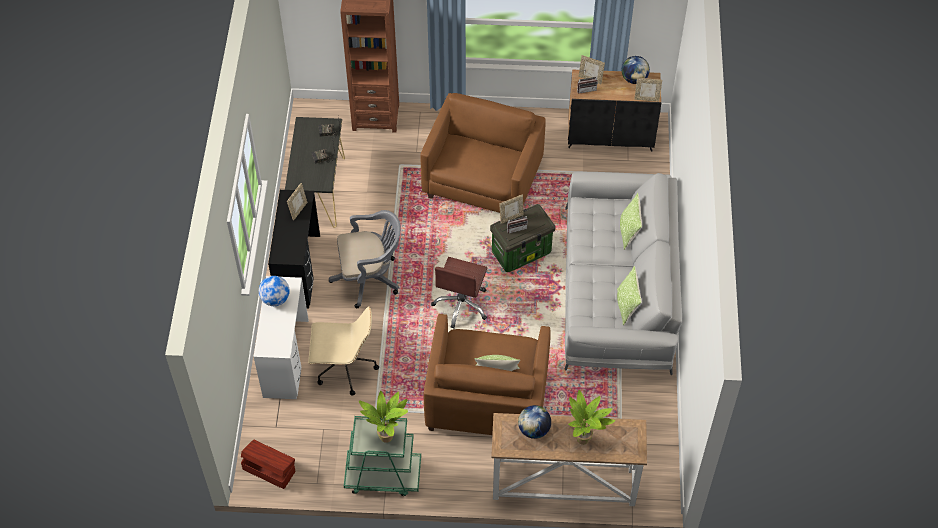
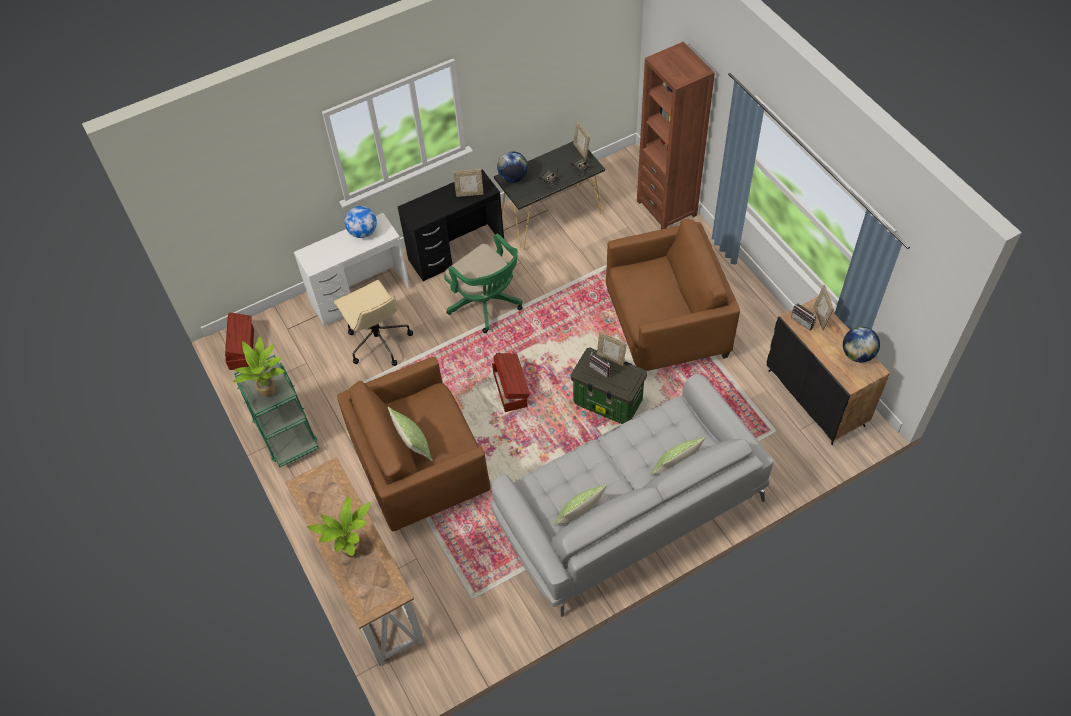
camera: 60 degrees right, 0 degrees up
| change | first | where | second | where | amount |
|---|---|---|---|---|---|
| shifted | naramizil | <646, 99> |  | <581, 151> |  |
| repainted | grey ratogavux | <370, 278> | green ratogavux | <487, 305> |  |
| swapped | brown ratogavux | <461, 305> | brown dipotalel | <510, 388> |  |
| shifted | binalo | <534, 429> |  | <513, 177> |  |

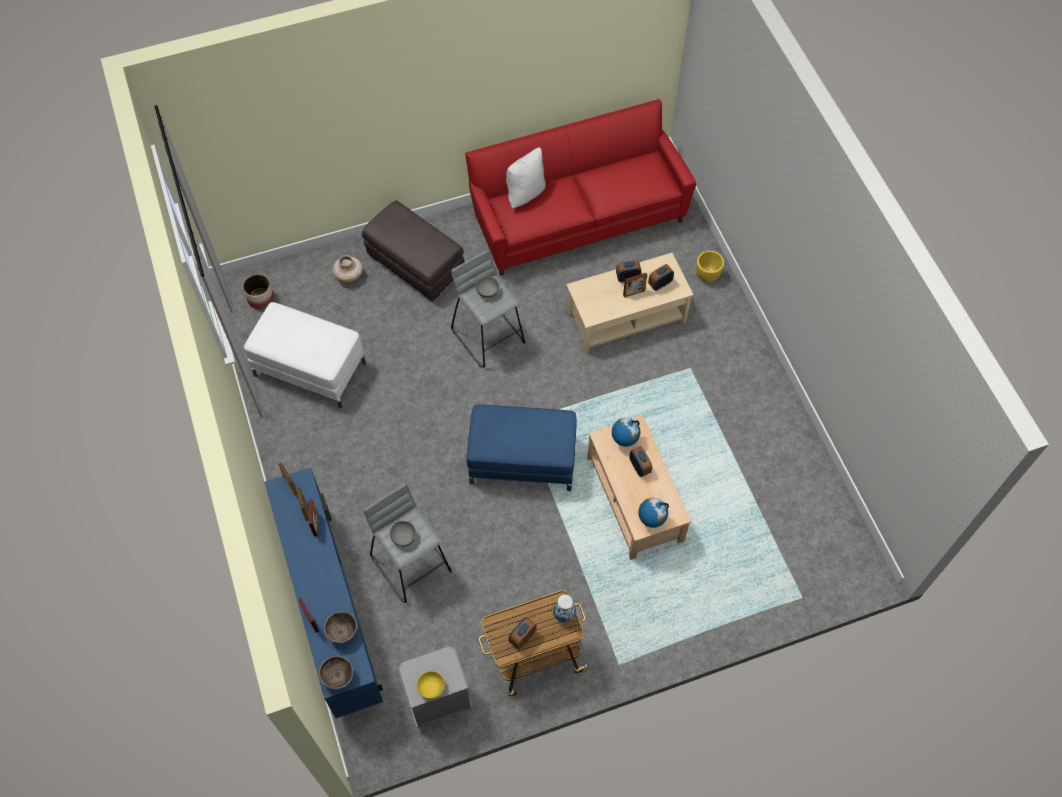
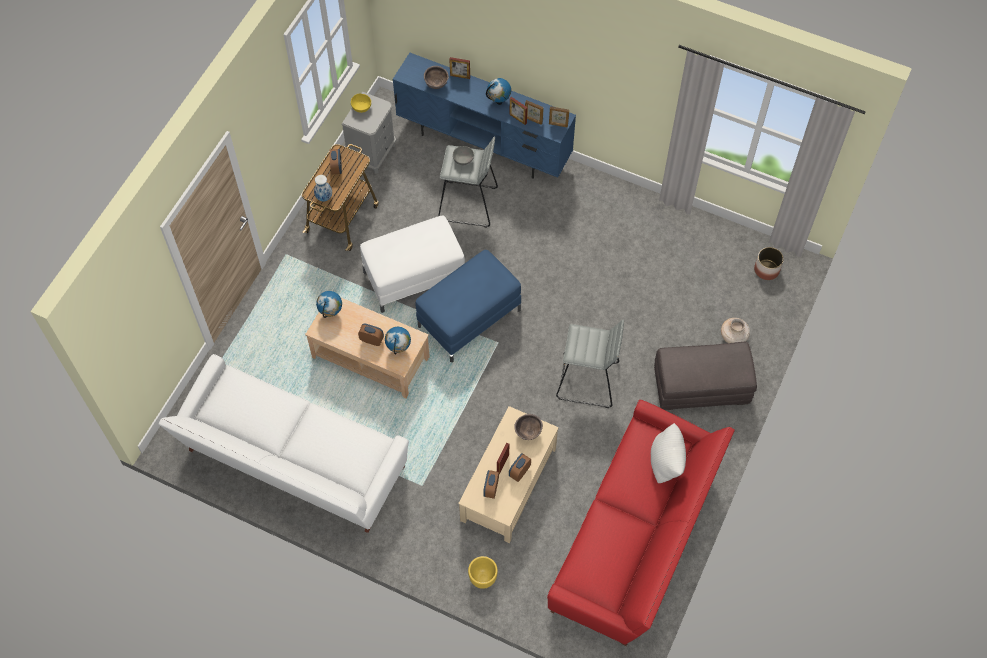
camera: 135 degrees right, 0 degrees up
| change | first | where | second | where | amount |
|---|---|---|---|---|---|
| gone | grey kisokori | <487, 291> |  |  |  |
| shifted | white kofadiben | <311, 369> |  | <413, 277> |  |
| shifted | brown kisokori | <338, 677> |  | <528, 432> |  |
| new |  |  | binalo | <499, 101> |  |
| new |  |  | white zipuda | <293, 463> |  |

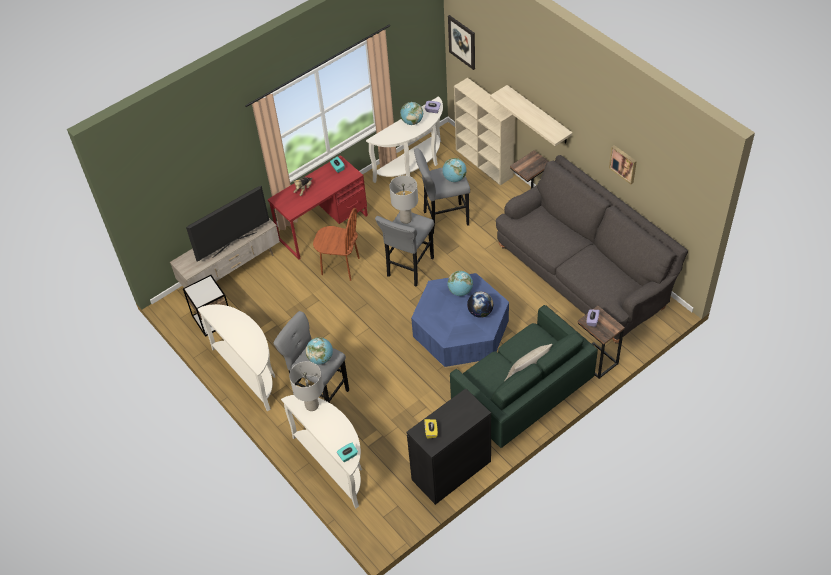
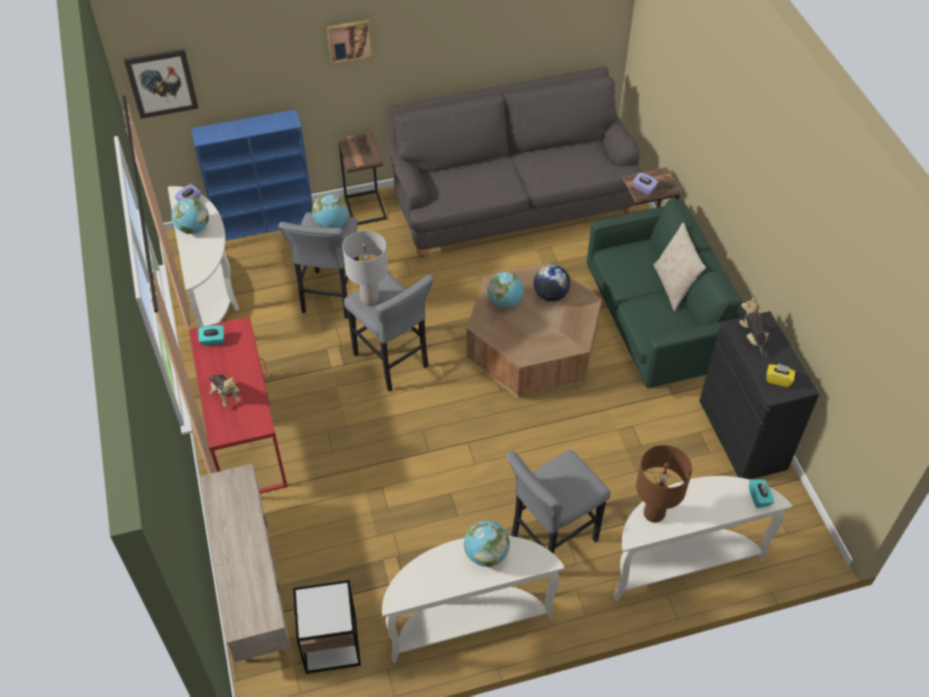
camera: 70 degrees left, 0 degrees up
| change | first | where | second | where | amount |
|---|---|---|---|---|---|
| repainted | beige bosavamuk | <484, 163> | blue bosavamuk | <266, 223> |  |
| gone | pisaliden | <538, 115> |  |  |  |
| shifted | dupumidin | <623, 163> |  | <349, 40> |  |
| gone | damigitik | <234, 244> |  |  |  |
| gone | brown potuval | <340, 266> |  |  |  |
| repainted | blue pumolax | <461, 333> | brown pumolax | <532, 348> |  |
| shifted | binalo | <321, 358> |  | <486, 554> |  |
| repainted | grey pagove | <312, 406> | brown pagove | <654, 513> |  |
| new |  |  | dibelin | <752, 338> |  |

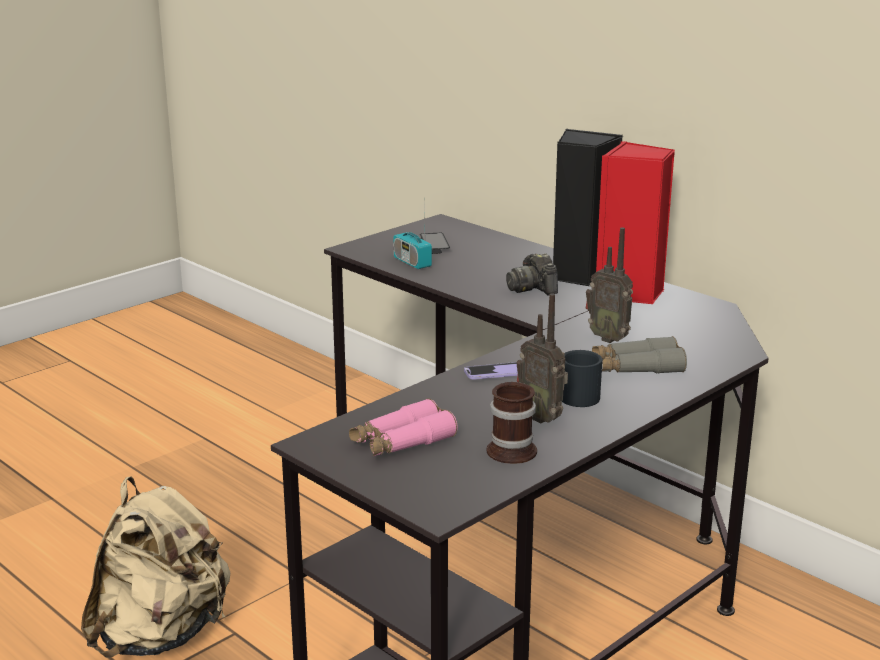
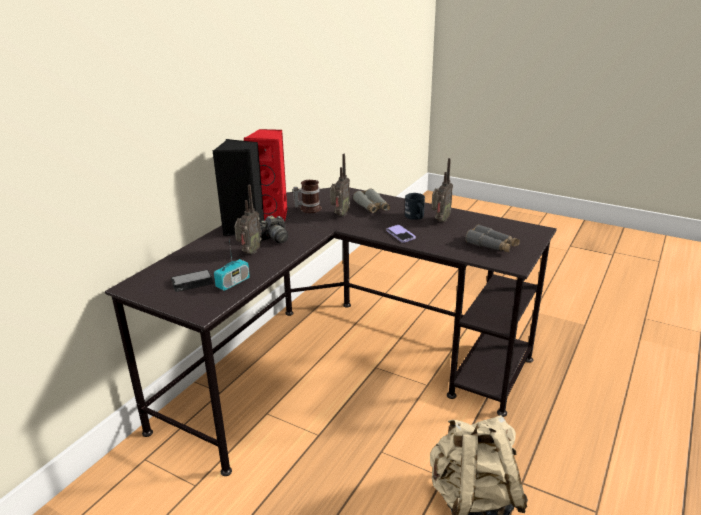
camera: 105 degrees left, 5 degrees up
| change | first | where | second | where | amount |
|---|---|---|---|---|---|
| shifted | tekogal | <514, 449> |  | <308, 208> |  |
| repainted | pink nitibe | <402, 442> | grey nitibe | <492, 245> |  |
| new |  |  | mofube | <249, 252> |  |

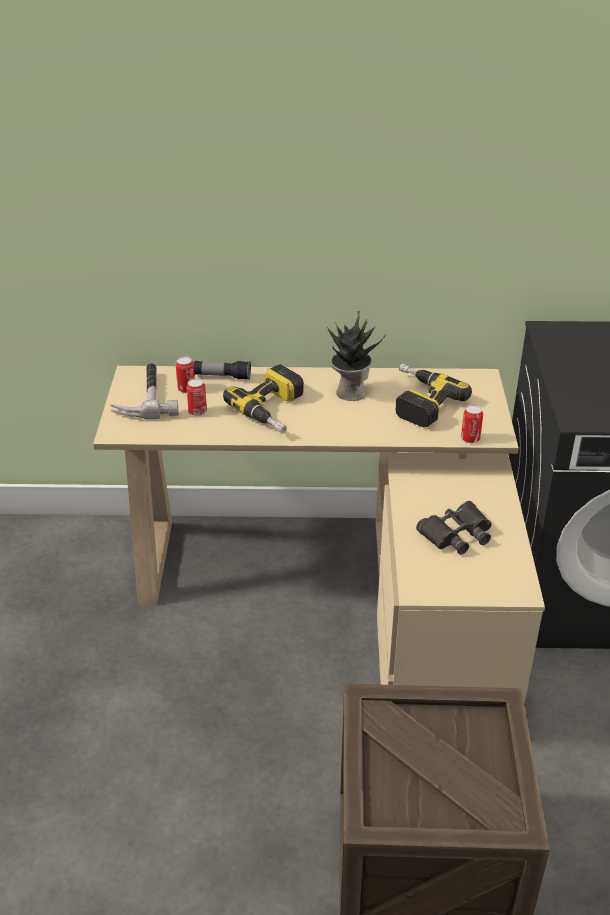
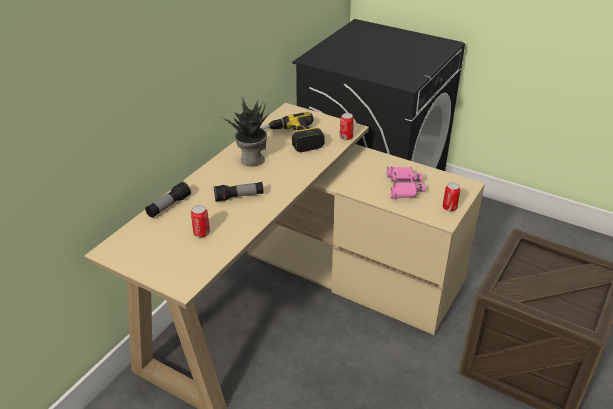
camera: 60 degrees left, 0 degrees up
| change | first | where | second | where | amount |
|---|---|---|---|---|---|
| shifted | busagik | <186, 389> |  | <449, 207> |  |
| gone | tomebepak | <145, 397> |  |  |  |
| swapped | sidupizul | <275, 410> | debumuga | <239, 197> |  |
| repainted | black nitibe | <456, 534> | pink nitibe | <403, 186> |  |

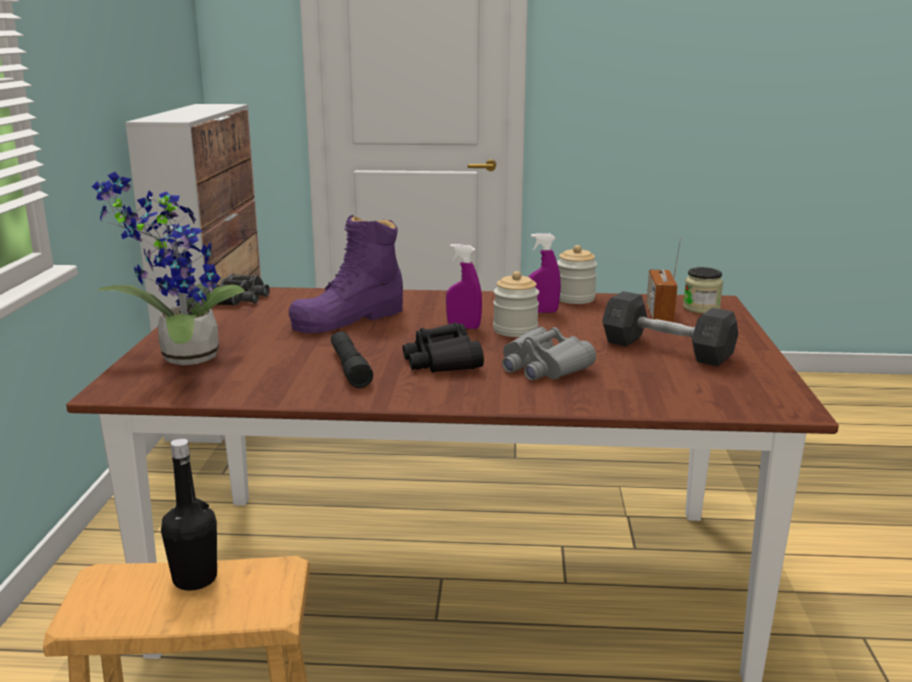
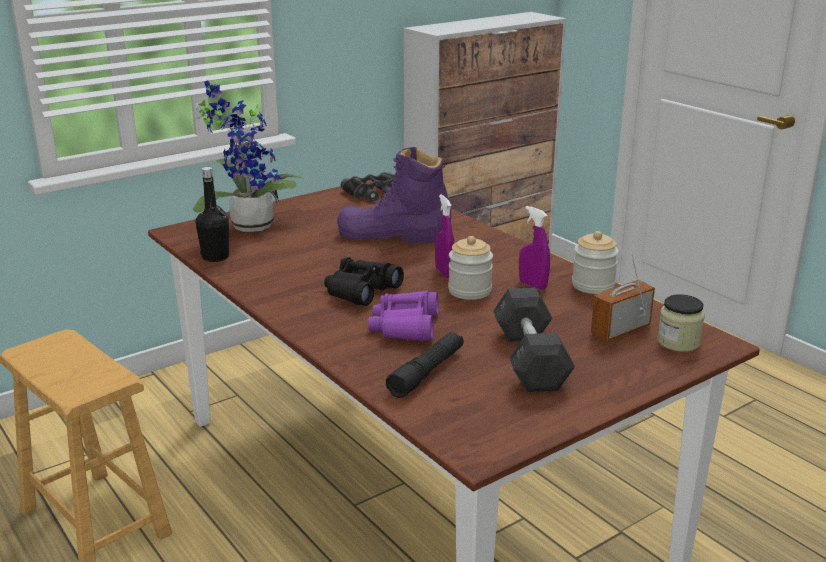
camera: 50 degrees right, 5 degrees up
| change | first | where | second | where | amount |
|---|---|---|---|---|---|
| repainted | grey nitibe | <543, 367> | purple nitibe | <405, 326> |  |
| shifted | black debumuga | <350, 368> |  | <427, 372> |  |
| shifted | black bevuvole | <195, 579> |  | <215, 257> |  |

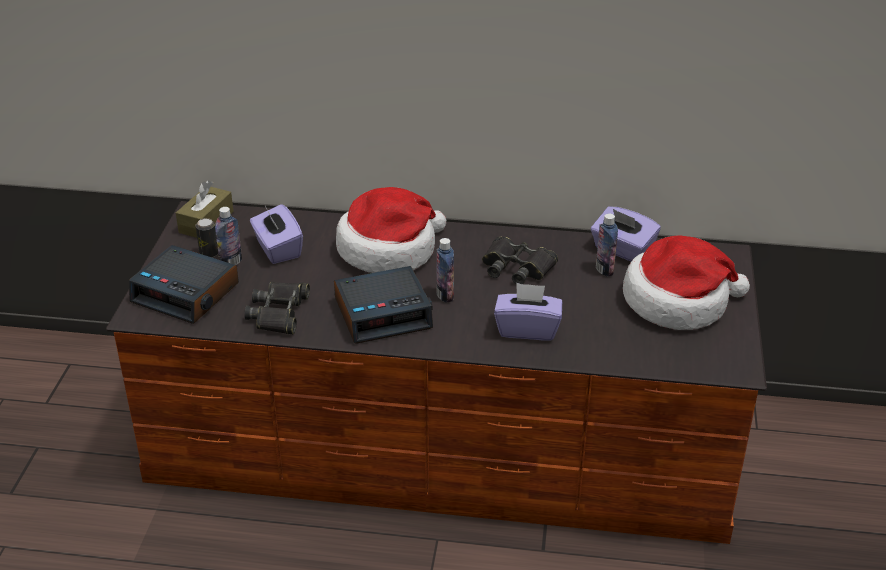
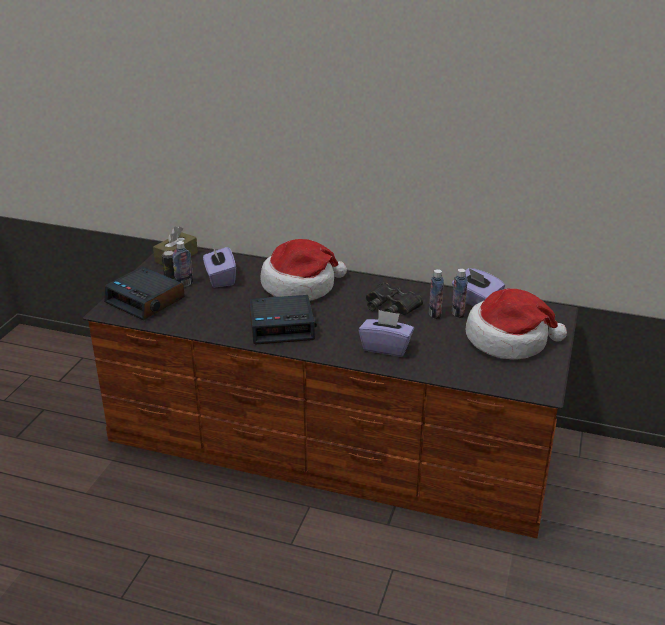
camera: 10 degrees right, 5 degrees down
| change | first | where | second | where | amount |
|---|---|---|---|---|---|
| shifted | bevuvole | <445, 295> |  | <434, 314> |  |
| gone | black nitibe | <279, 313> |  |  |  |

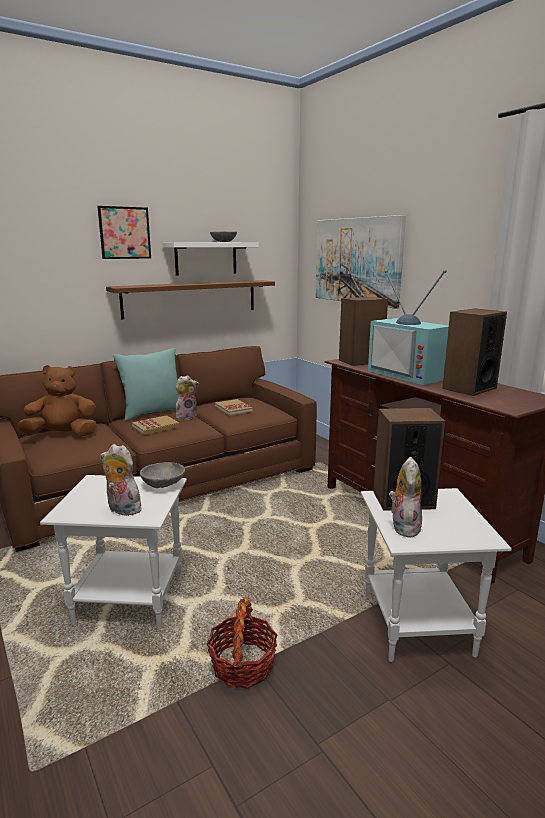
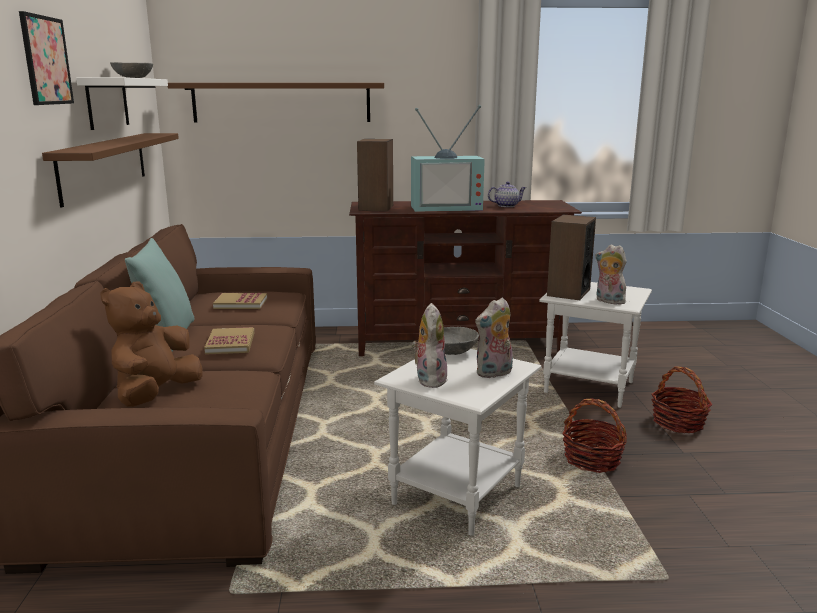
camera: 60 degrees left, 0 degrees up
| change | first | where | second | where | amount |
|---|---|---|---|---|---|
| swapped | dupumidin | <357, 261> | brown pisaliden | <281, 102> |  |
| swapped | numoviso | <469, 388> | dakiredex | <506, 206> |  |
| shifted | dibelin | <187, 416> |  | <429, 379> |  |
| new |  |  | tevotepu | <678, 422> |  |

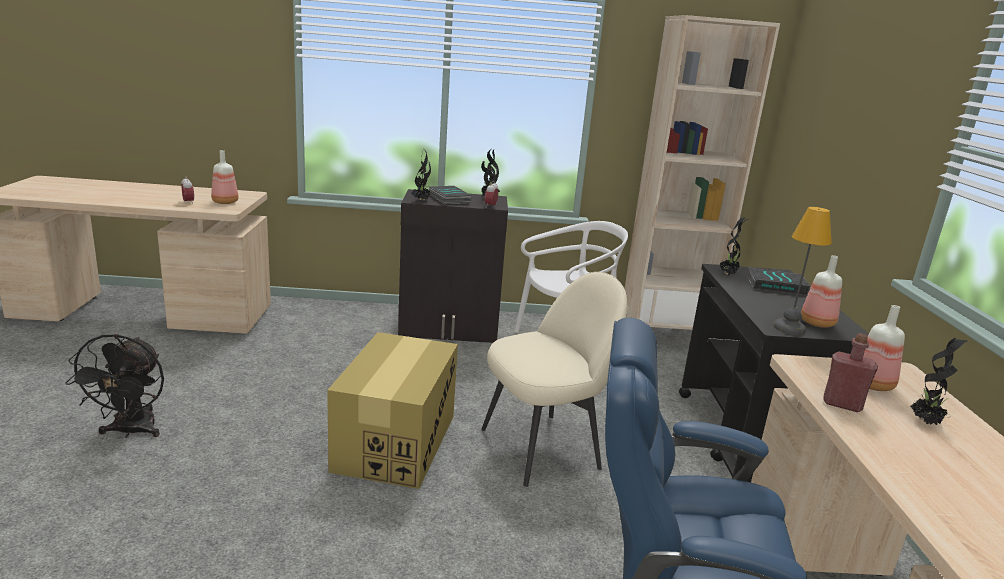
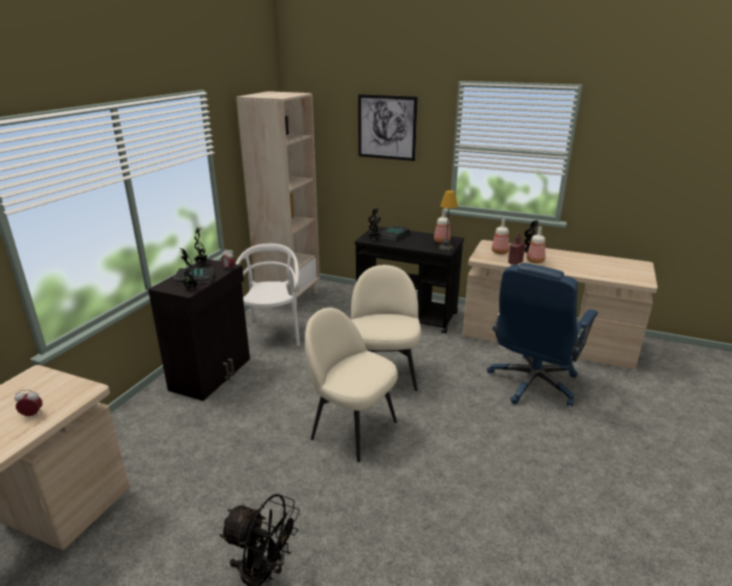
camera: 65 degrees left, 5 degrees up
| change | first | where | second | where | amount |
|---|---|---|---|---|---|
| shifted | bevuvole | <226, 202> |  | <535, 261> |  |
| swapped | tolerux | <395, 442> | beige potuval | <352, 429> |  |
| new |  |  | dupumidin | <386, 127> |  |

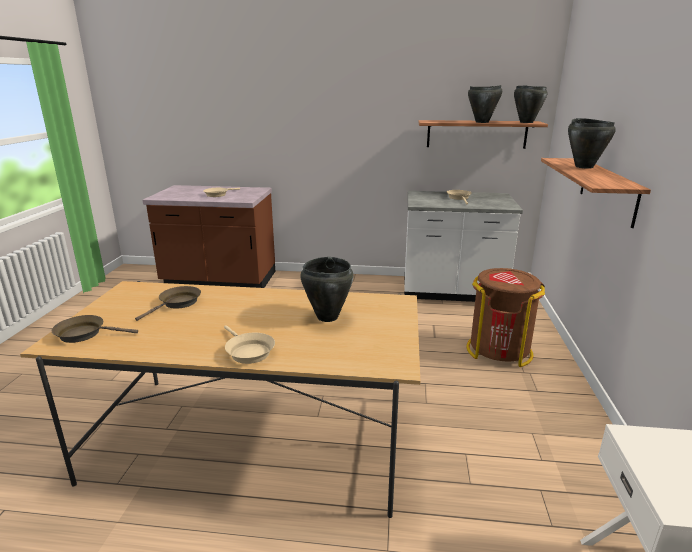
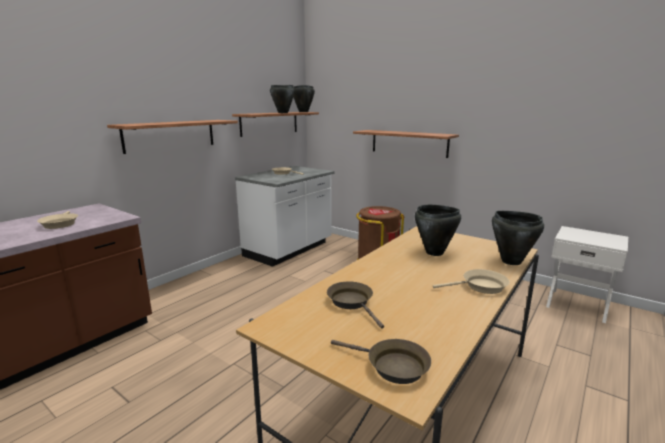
camera: 60 degrees left, 5 degrees down
| change | first | where | second | where | amount |
|---|---|---|---|---|---|
| shifted | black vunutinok | <584, 167> |  | <511, 261> |  |
| rotated | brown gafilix | <85, 334> |  | <392, 366> | 90 degrees counterclockwise |
| new |  |  | pisaliden | <170, 135> |  |

